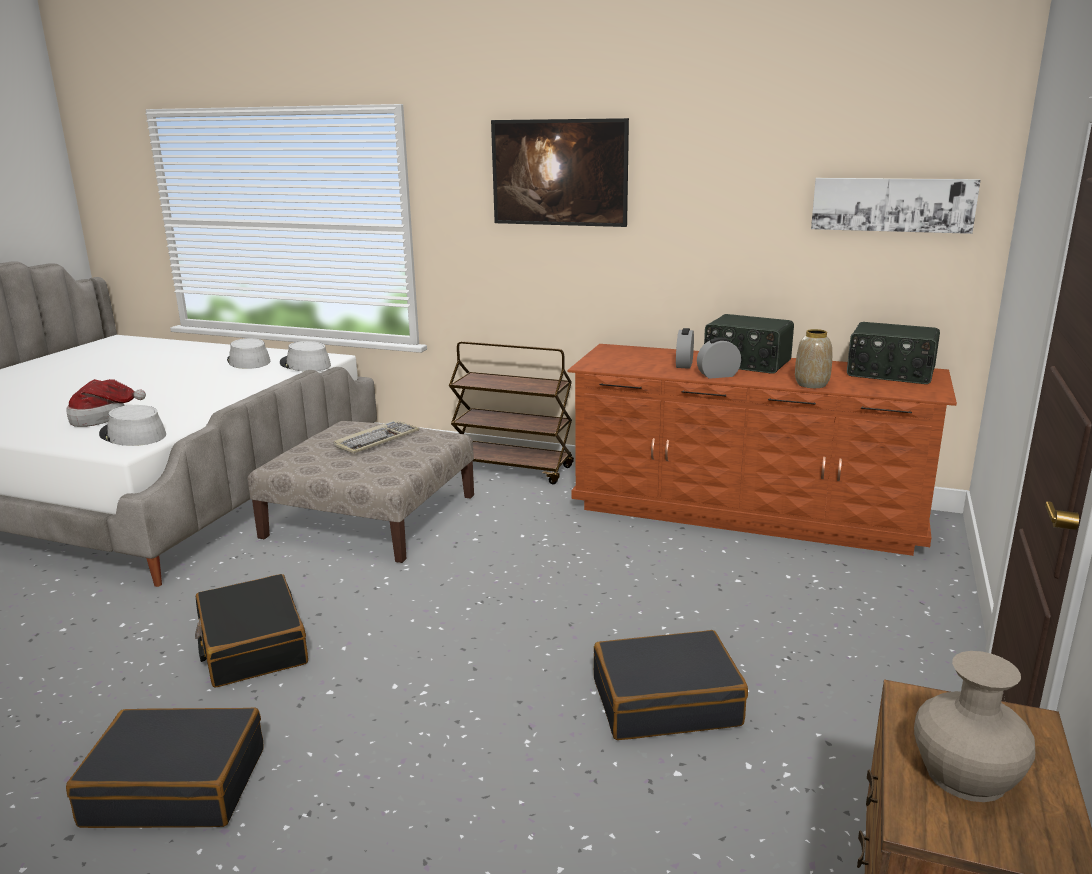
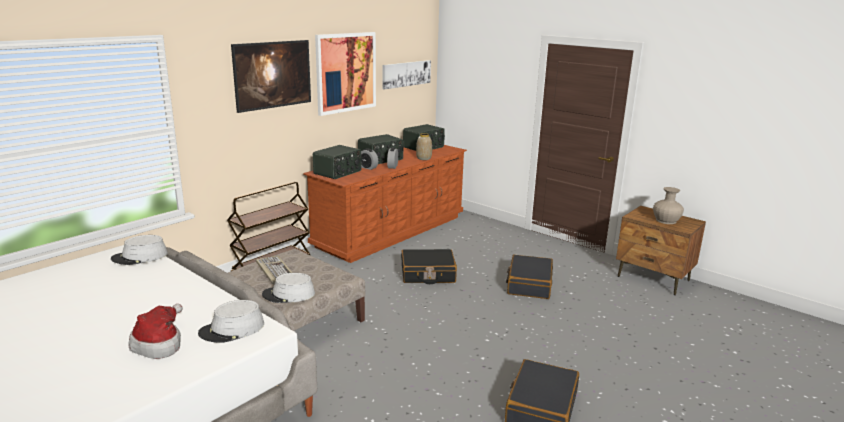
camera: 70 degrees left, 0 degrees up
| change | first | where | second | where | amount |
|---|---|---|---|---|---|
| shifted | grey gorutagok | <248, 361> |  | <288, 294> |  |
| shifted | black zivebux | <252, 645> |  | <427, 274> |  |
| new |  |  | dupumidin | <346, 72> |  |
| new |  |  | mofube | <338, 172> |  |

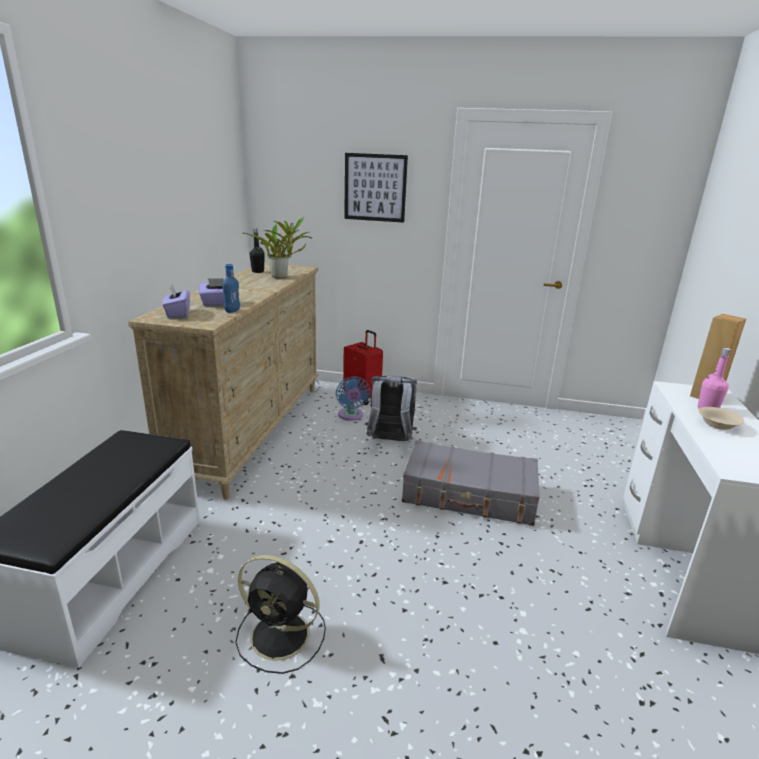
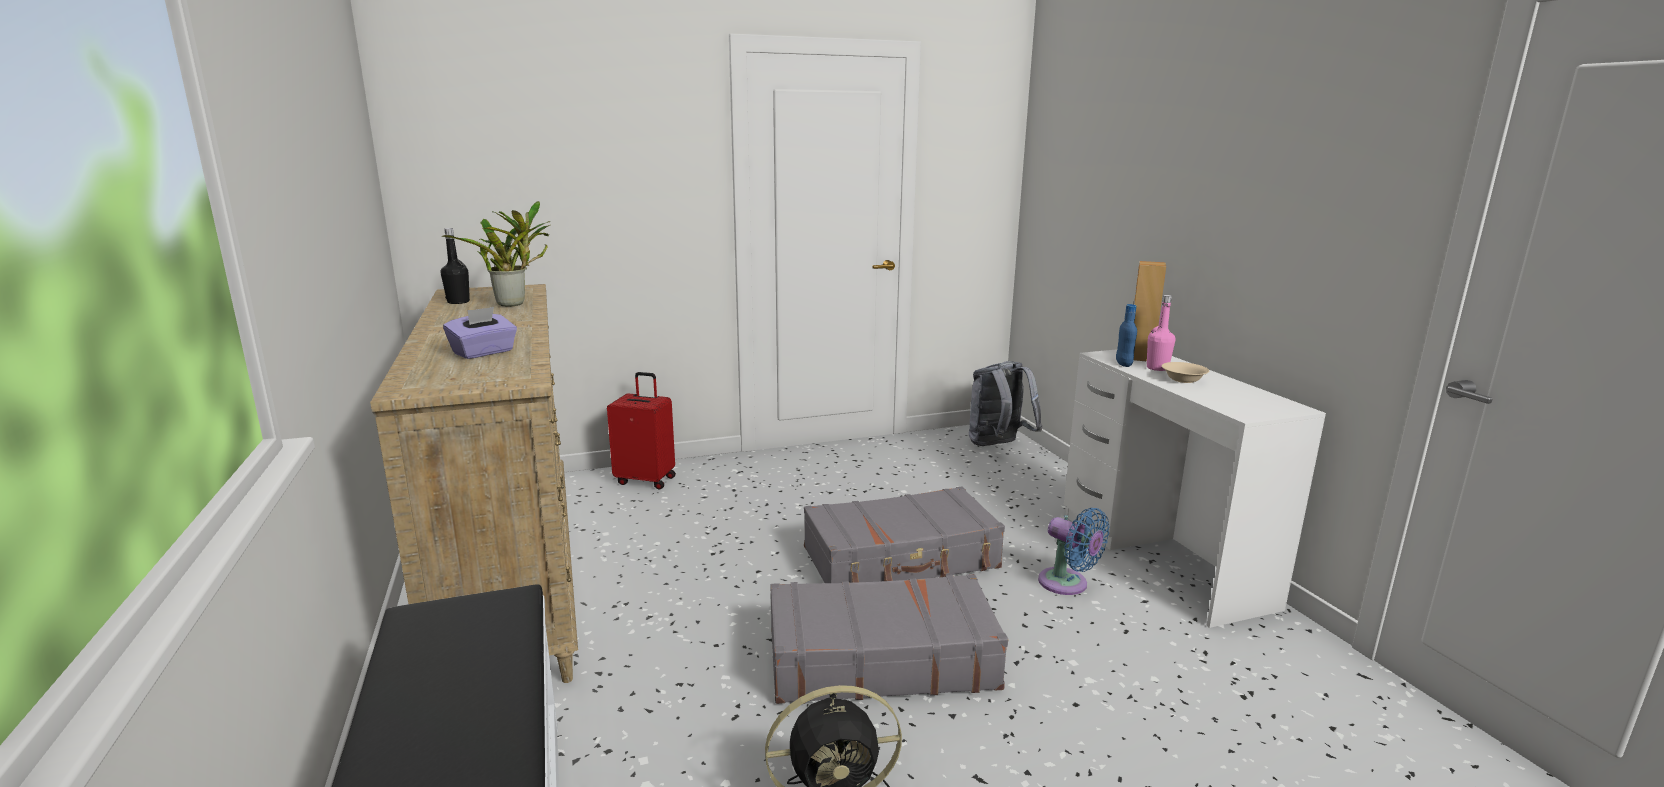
camera: 30 degrees left, 5 degrees down
| change | first | where | second | where | amount |
|---|---|---|---|---|---|
| gone | dupumidin | <375, 188> |  |  |  |
| shifted | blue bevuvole | <232, 311> |  | <1123, 364> |  |
| gone | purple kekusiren | <178, 314> |  |  |  |
| shifted | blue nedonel | <351, 416> |  | <1067, 584> |  |
| shifted | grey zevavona | <390, 441> |  | <998, 445> |  |
| new |  |  | grey zivebux | <880, 658> |  |

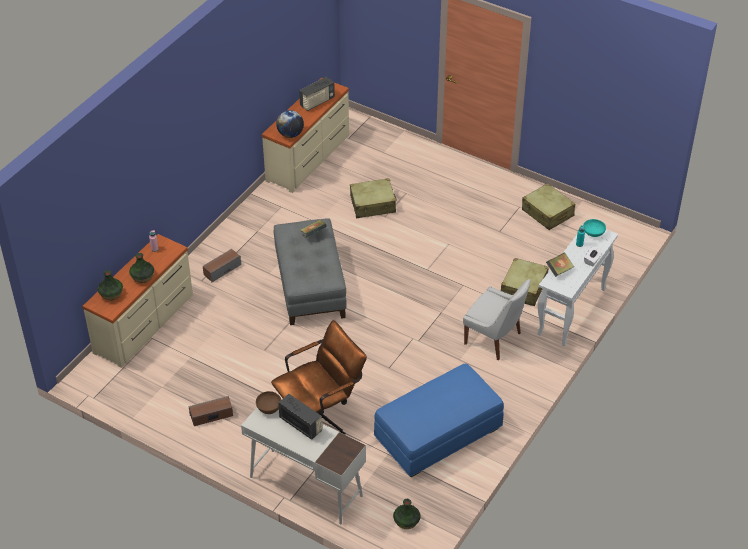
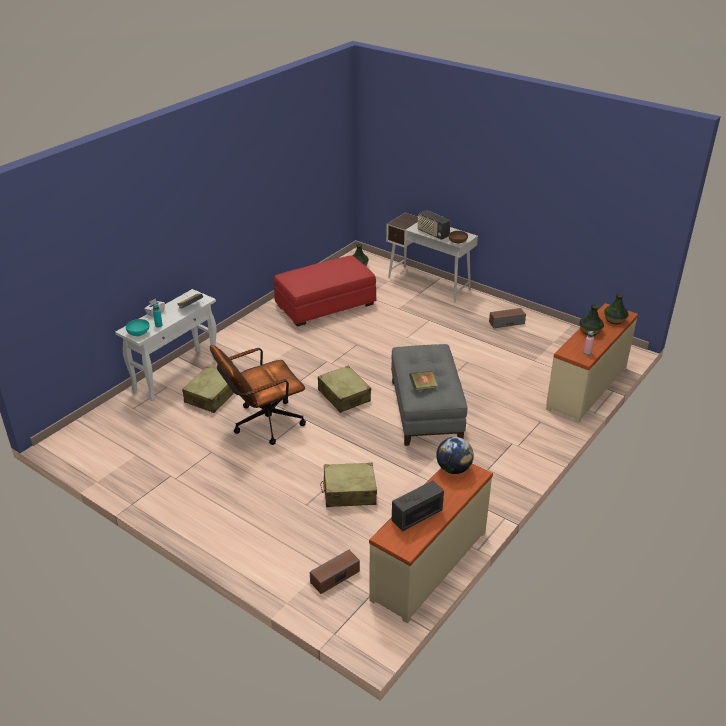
camera: 175 degrees left, 10 degrees down
| change | first | where | second | where | amount |
|---|---|---|---|---|---|
| shifted | beige zivebux | <547, 213> |  | <344, 396> |  |
| shifted | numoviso | <222, 269> |  | <335, 577> |  |
| gone | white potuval | <494, 339> |  |  |  |
| shifted | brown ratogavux | <320, 416> |  | <262, 424> |  |
| repainted | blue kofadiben | <438, 433> | red kofadiben | <325, 304> |  |

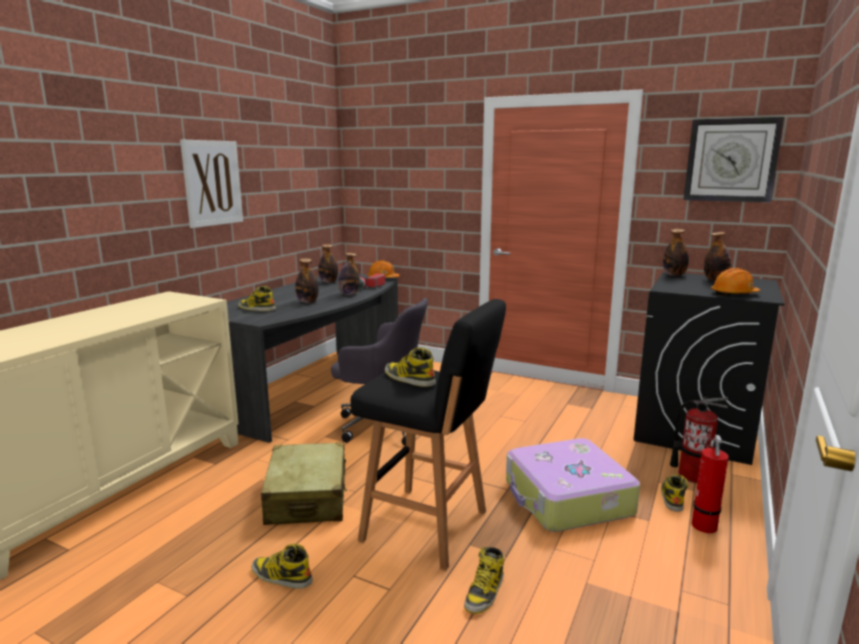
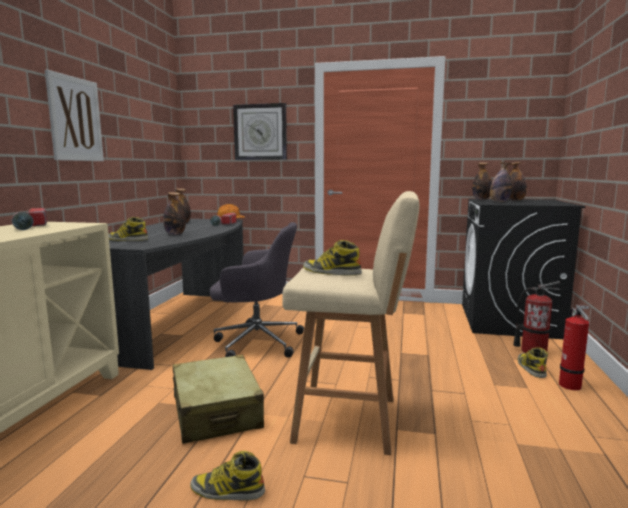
camera: 15 degrees left, 5 degrees down
| change | first | where | second | where | amount |
|---|---|---|---|---|---|
| shifted | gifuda | <731, 160> |  | <260, 132> |  |
| shifted | bevuvole | <349, 294> |  | <499, 202> |  |
| gone | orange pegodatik | <734, 294> |  |  |  |
| repainted | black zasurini | <429, 527> | beige zasurini | <351, 420> |  |
| gone | zivebux | <567, 499> |  |  |  |
| gone | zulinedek | <485, 592> |  |  |  |
| new |  |  | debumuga | <30, 227> |  |

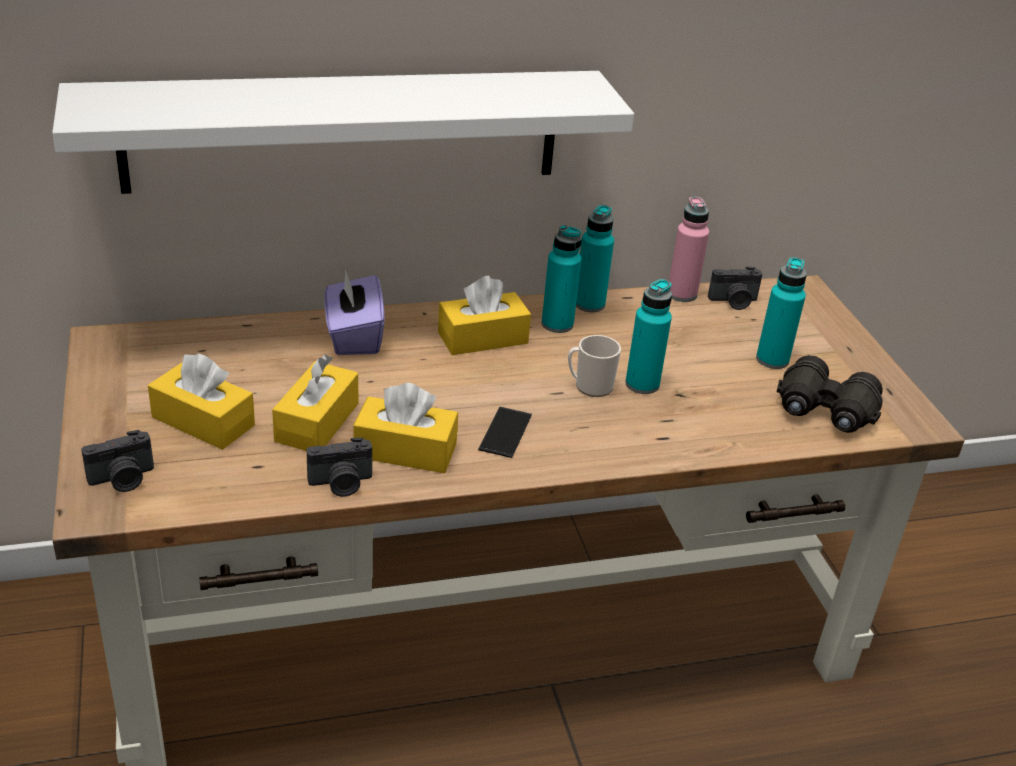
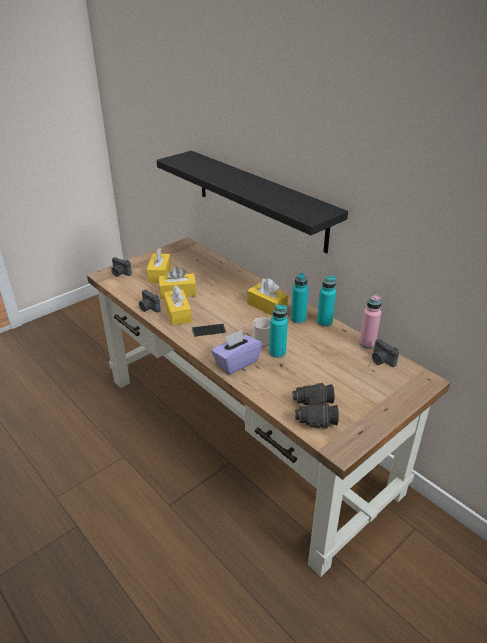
camera: 65 degrees right, 0 degrees up
| change | first | where | second | where | amount |
|---|---|---|---|---|---|
| repainted | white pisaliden | <344, 130> | black pisaliden | <259, 199> |  |
| gone | turquoise bevuvole | <772, 360> |  |  |  |
| shifted | purple kekusiren | <353, 336> |  | <236, 362> |  |

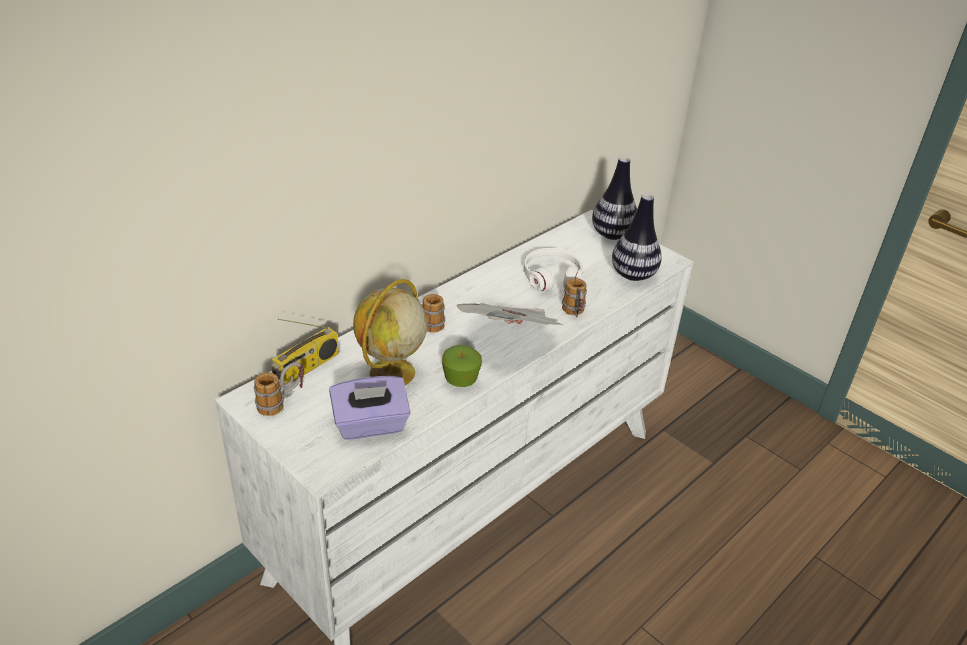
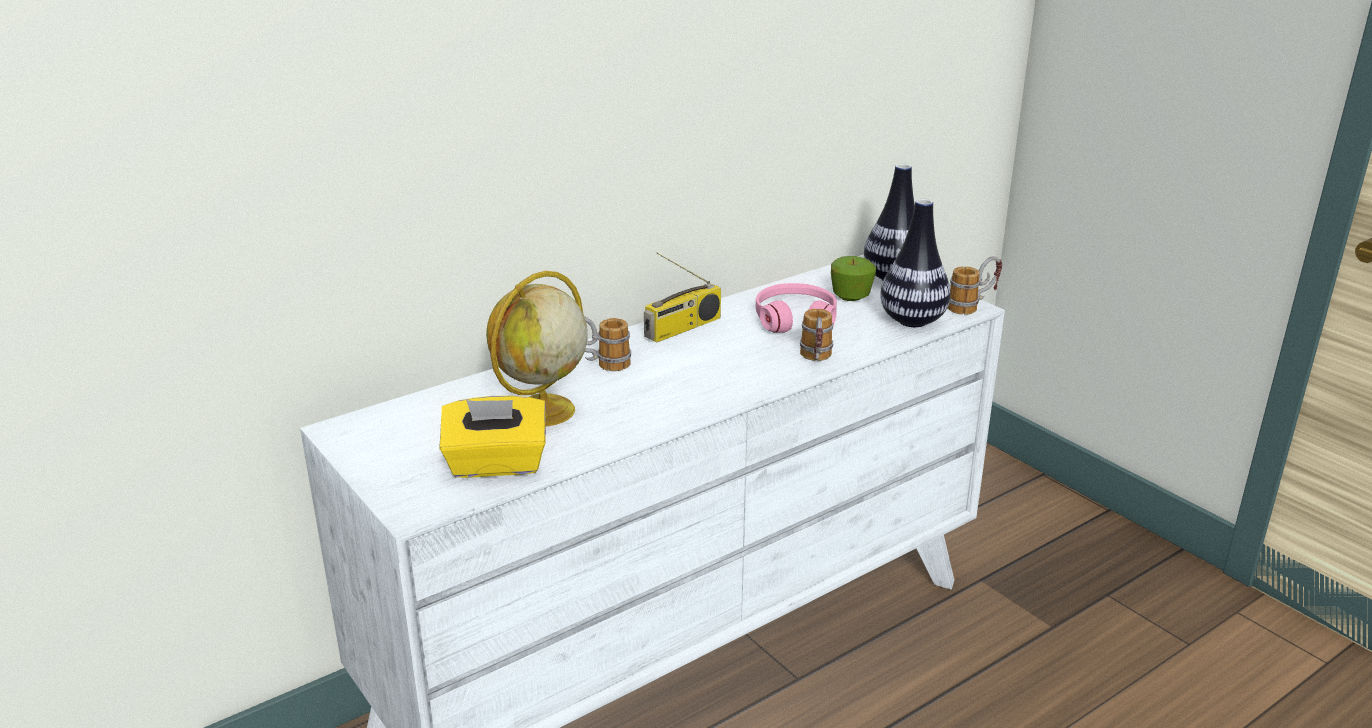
camera: 10 degrees right, 10 degrees down
| change | first | where | second | where | amount |
|---|---|---|---|---|---|
| repainted | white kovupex | <552, 277> | pink kovupex | <795, 320> |  |
| gone | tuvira | <510, 336> |  |  |  |
| shifted | mofube | <306, 368> |  | <683, 328> |  |
| shifted | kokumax | <461, 379> |  | <851, 296> |  |
| shifted | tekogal | <282, 403> |  | <973, 306> |  |
| repainted | purple kekusiren | <371, 425> | yellow kekusiren | <496, 464> |  |

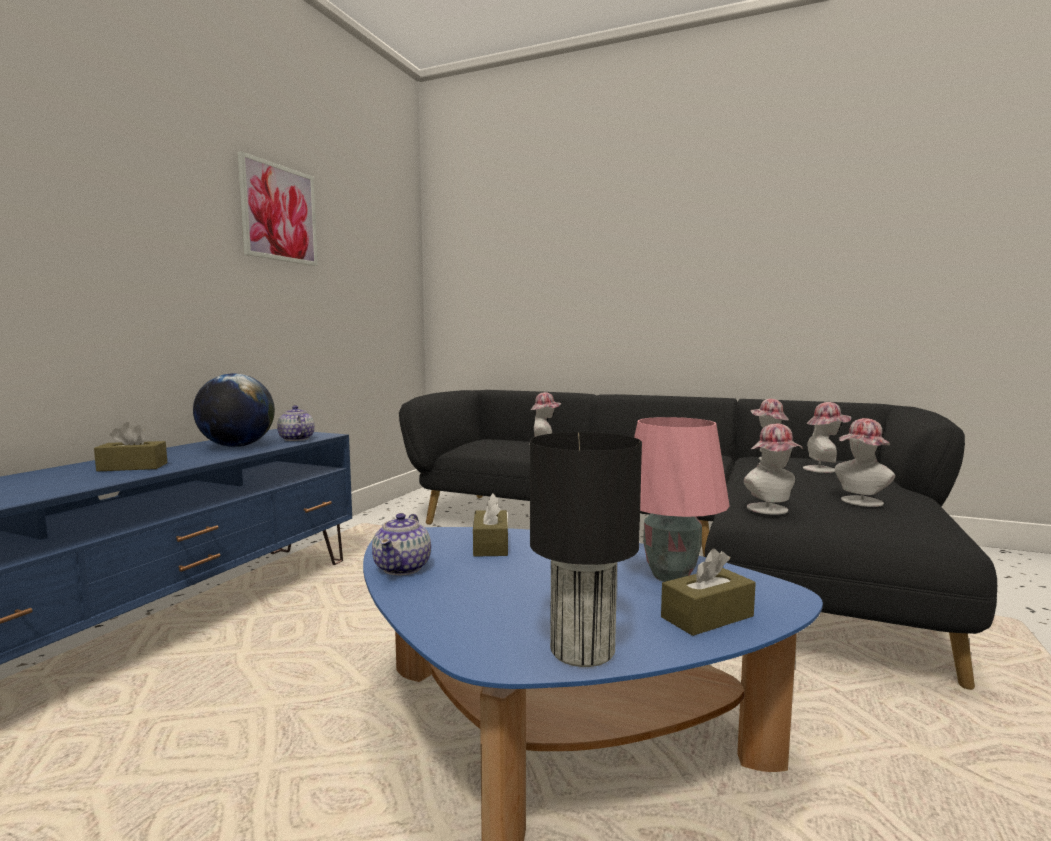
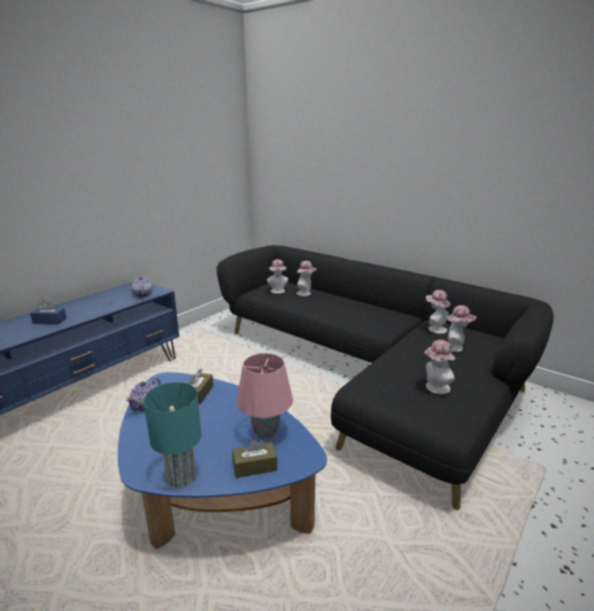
camera: 15 degrees right, 15 degrees up
| change | first | where | second | where | amount |
|---|---|---|---|---|---|
| gone | dupumidin | <279, 213> |  |  |  |
| gone | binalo | <237, 446> |  |  |  |
| repainted | brown kekusiren | <133, 467> | blue kekusiren | <49, 321> |  |
| shifted | gorutagok | <772, 510> |  | <278, 291> |  |
| repainted | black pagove | <581, 651> | turquoise pagove | <180, 477> |  |

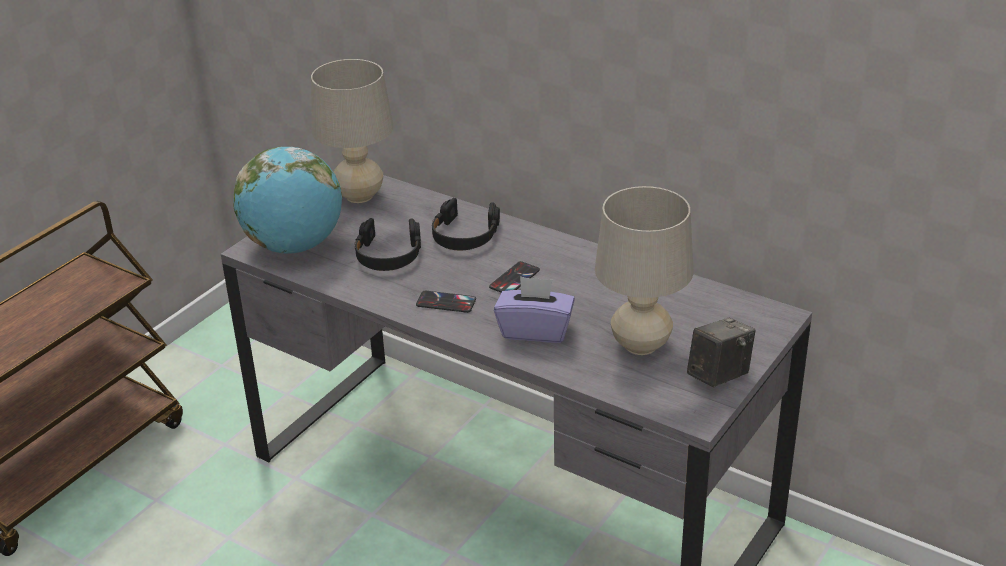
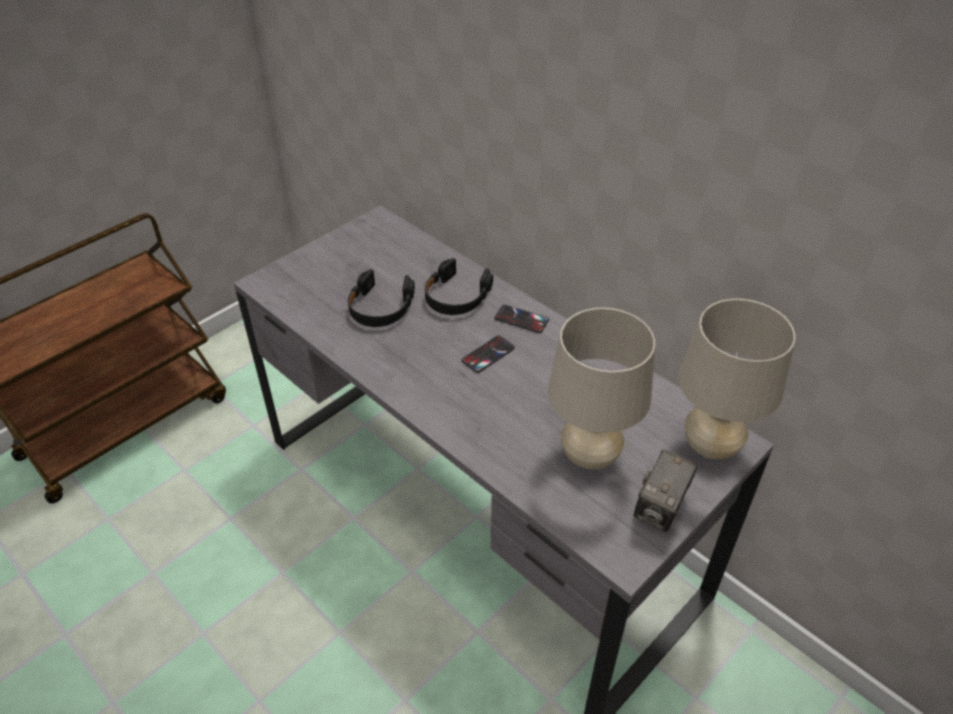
camera: 10 degrees right, 10 degrees up
| change | first | where | second | where | amount |
|---|---|---|---|---|---|
| shifted | beige pagove | <359, 196> |  | <711, 446> |  |
| gone | binalo | <294, 246> |  |  |  |
| gone | purple kekusiren | <535, 330> |  |  |  |
| shifted | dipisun | <446, 302> |  | <521, 319> |  |
| rotated | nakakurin | <718, 375> |  | <660, 509> | 150 degrees clockwise |

